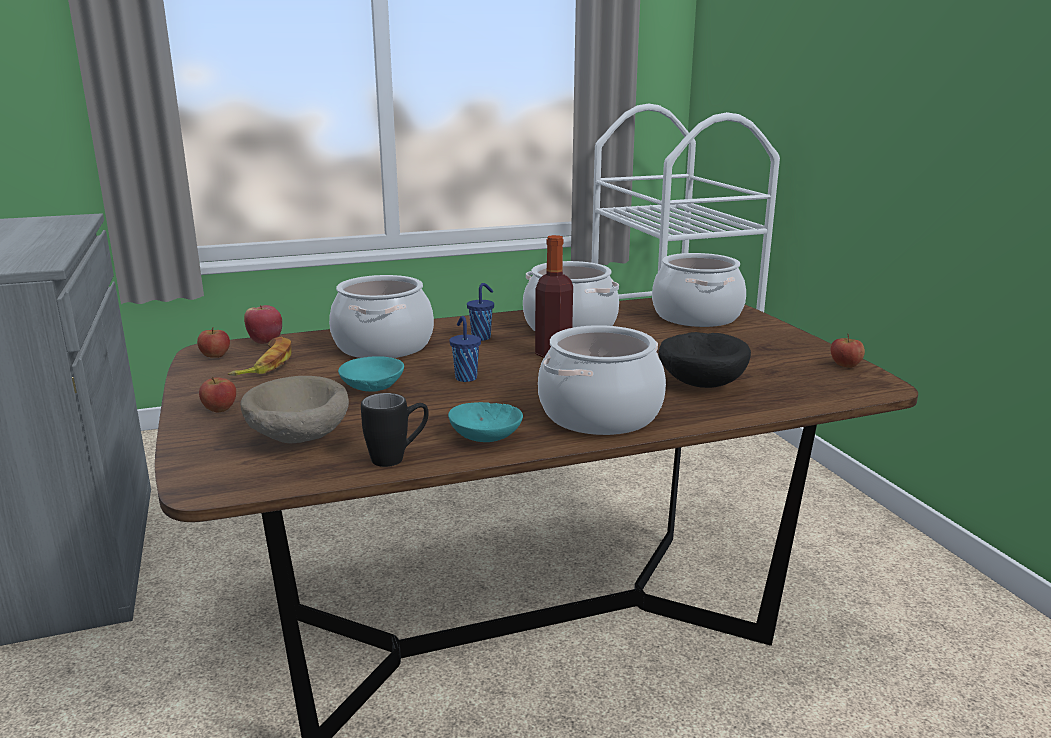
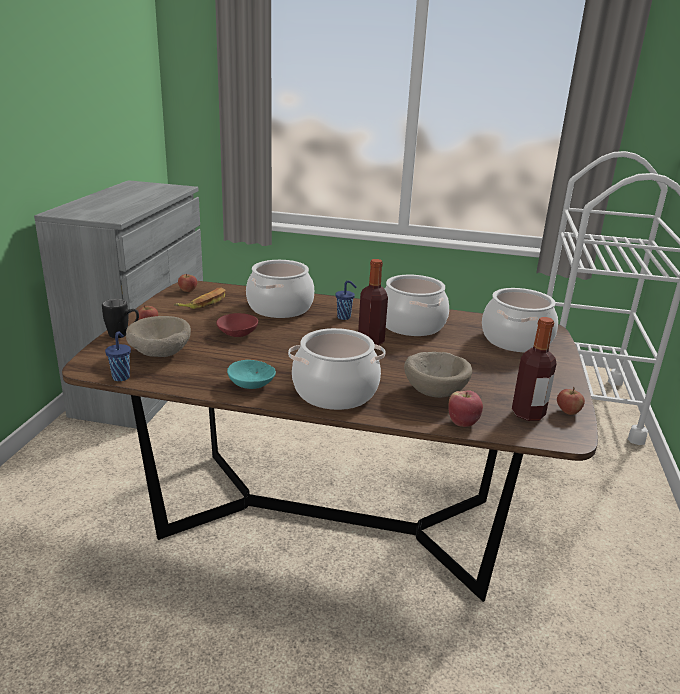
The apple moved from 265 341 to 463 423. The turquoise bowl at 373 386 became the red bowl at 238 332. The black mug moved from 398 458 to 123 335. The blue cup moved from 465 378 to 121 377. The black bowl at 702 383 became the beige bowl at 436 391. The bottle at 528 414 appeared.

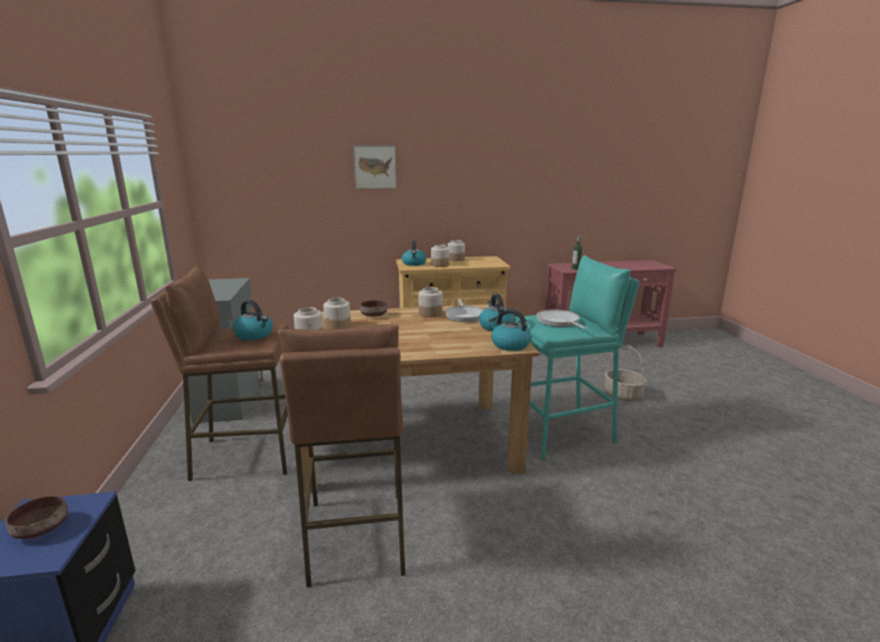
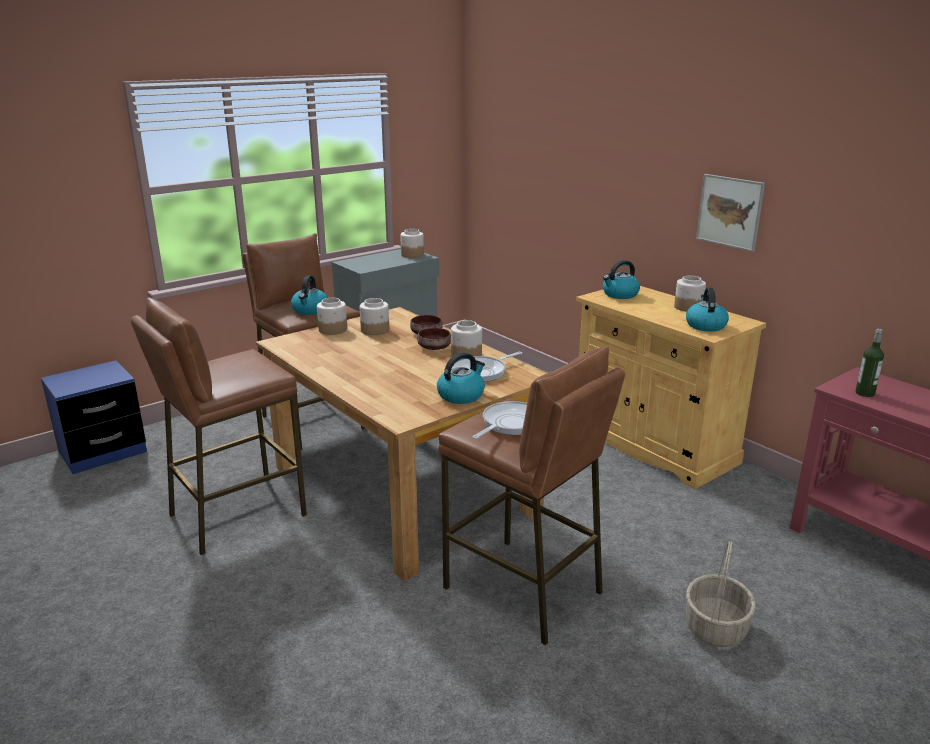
The brown bowl moved from 42 527 to 435 347. The picture moved from 375 167 to 729 212. The jar moved from 439 265 to 412 254. The kettle moved from 509 345 to 705 325. The turquoise stool at 562 433 became the brown stool at 523 590.

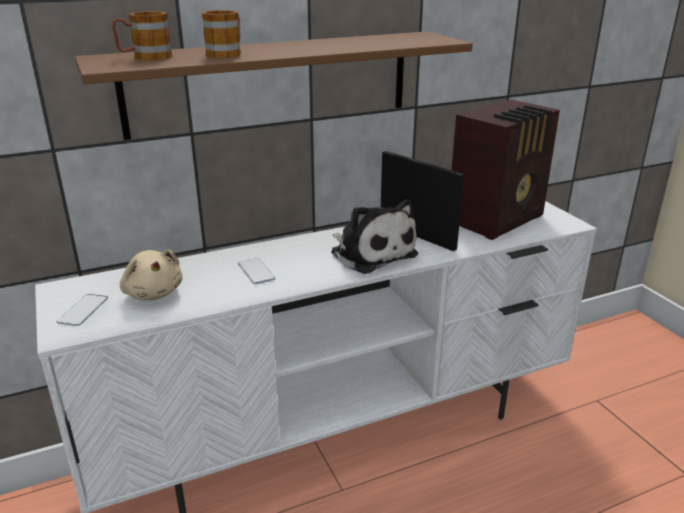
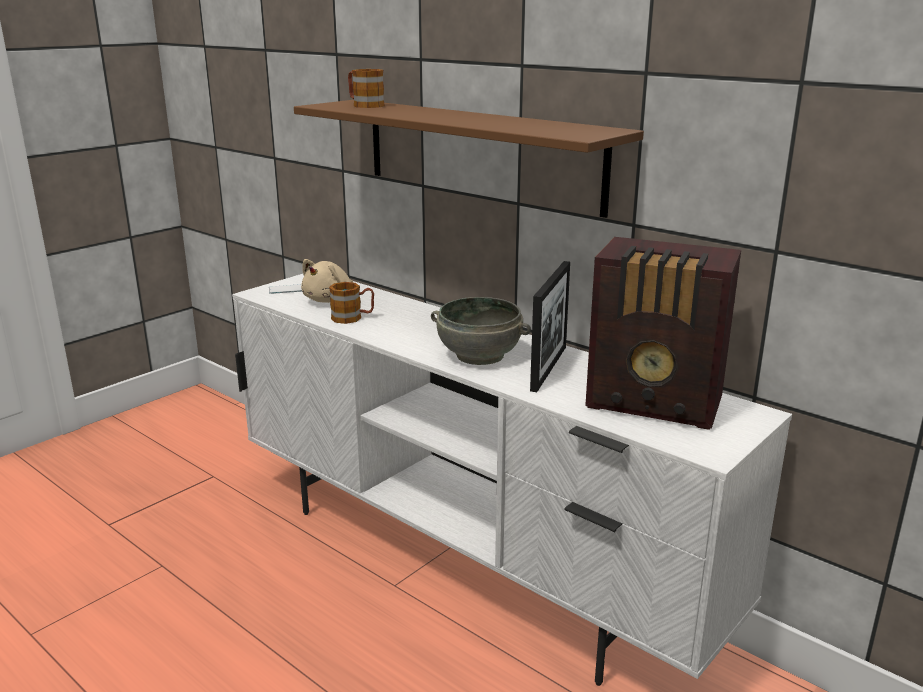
The mug moved from 227 53 to 353 318. The phone at 256 271 disappeared. The plush toy at 371 253 was replaced by the grey bowl at 480 355.

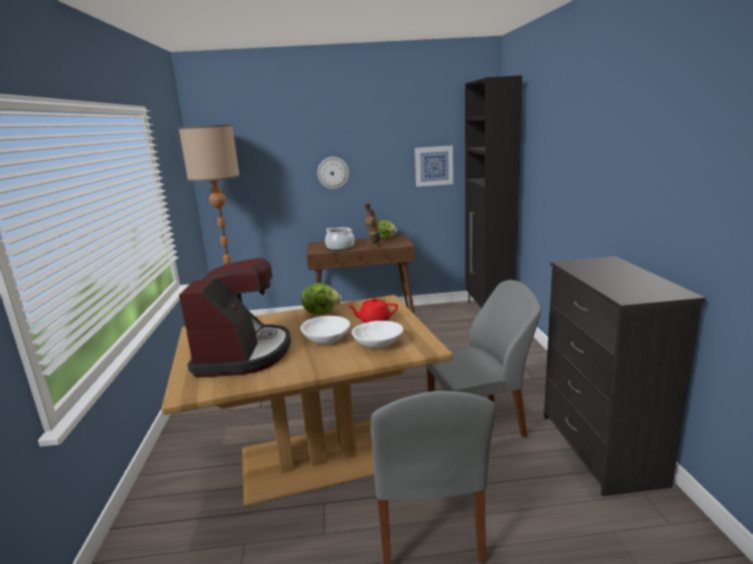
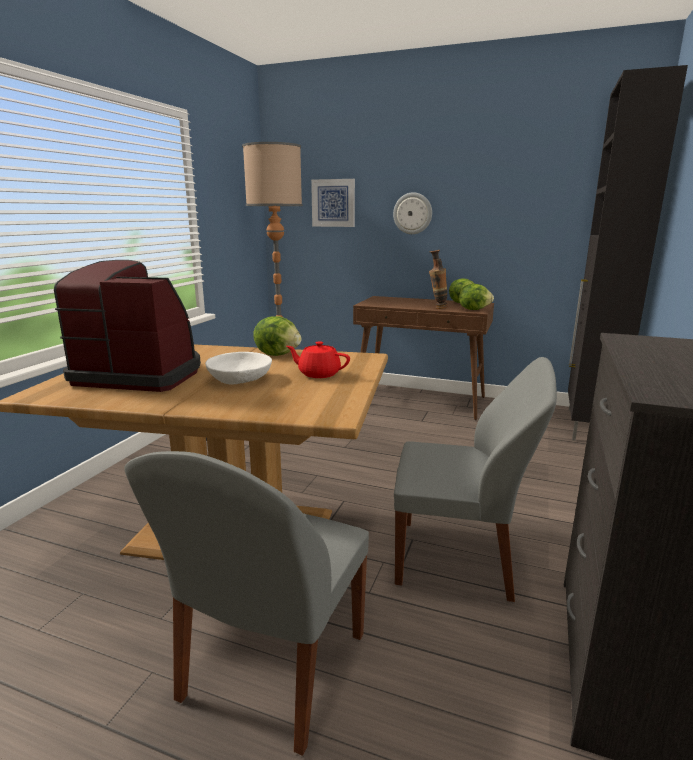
The coffee machine at 243 354 turned 105 degrees counterclockwise. The cooking pot at 340 247 disappeared. The white bowl at 378 343 disappeared. The picture moved from 433 166 to 333 203. The lettuce at 474 309 appeared.

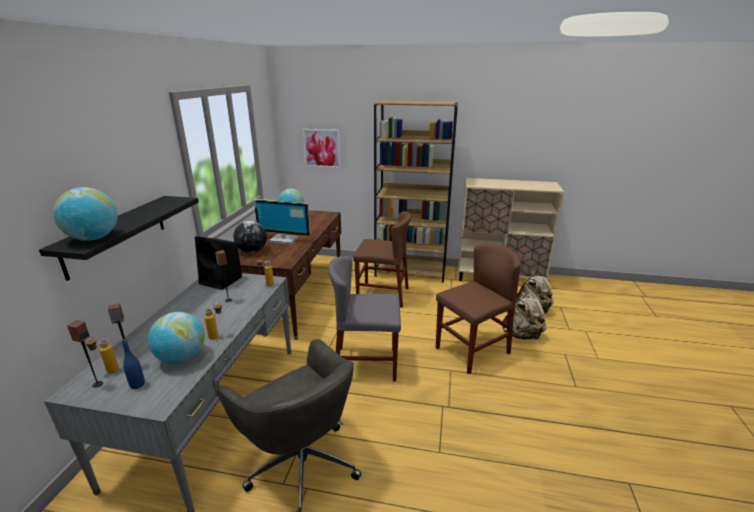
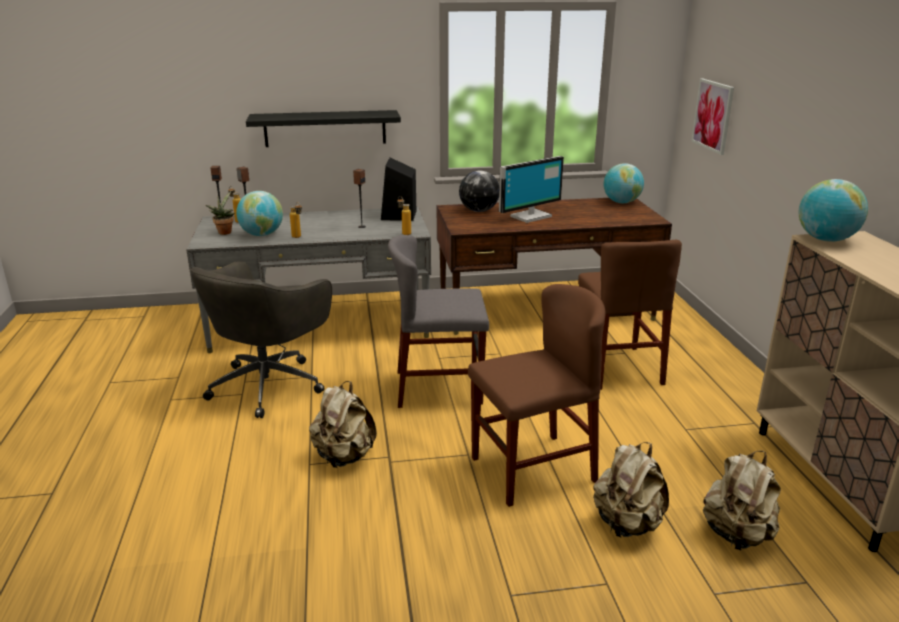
The globe moved from 94 238 to 826 239. The blue bottle at 137 384 was replaced by the potted plant at 224 232. The monitor at 284 239 turned 120 degrees counterclockwise. The grey chair at 366 364 turned 75 degrees counterclockwise. The brown bookcase at 411 271 disappeared. The brown chair at 472 350 turned 60 degrees counterclockwise. The beige backpack at 344 457 appeared.

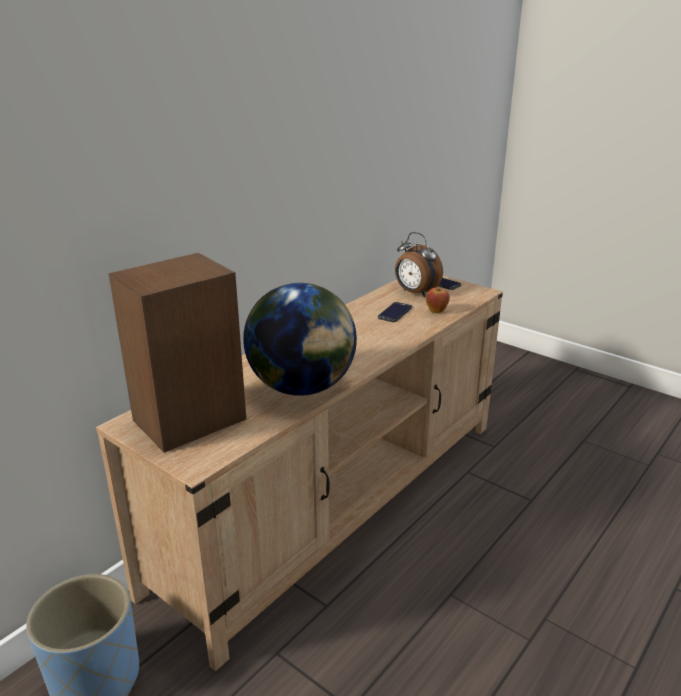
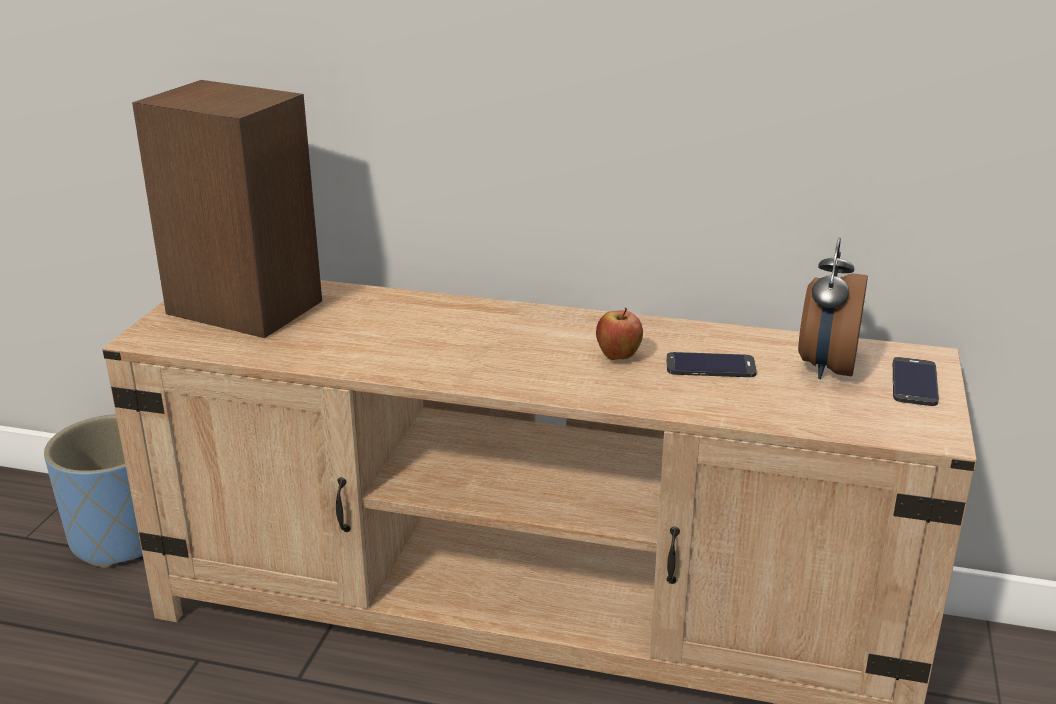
The globe at 302 387 disappeared. The apple moved from 436 311 to 618 358.

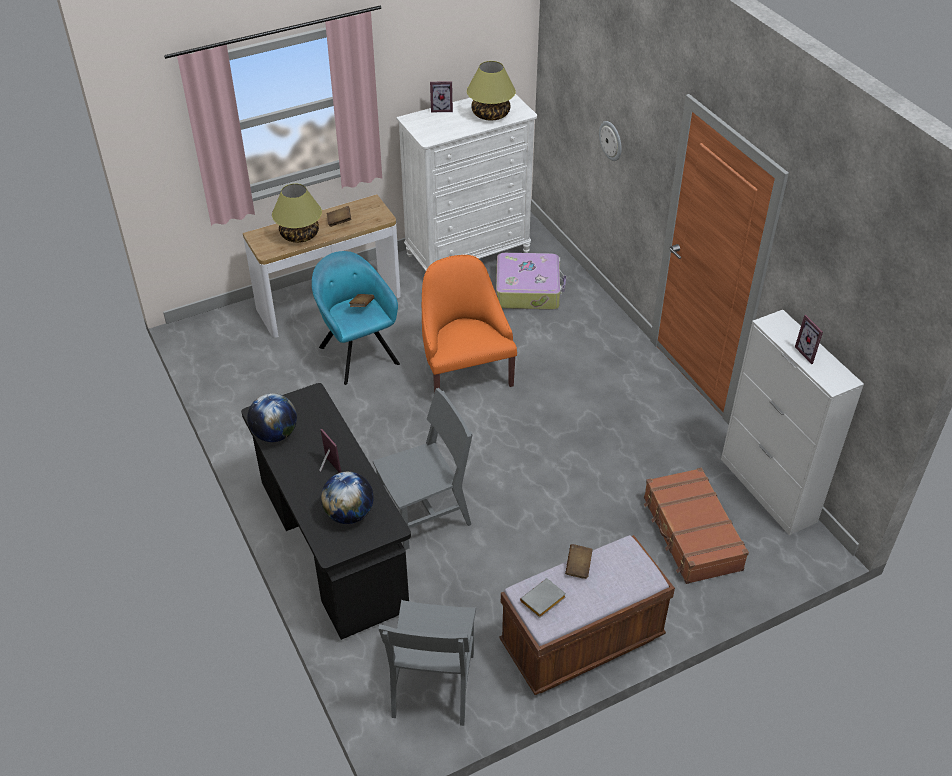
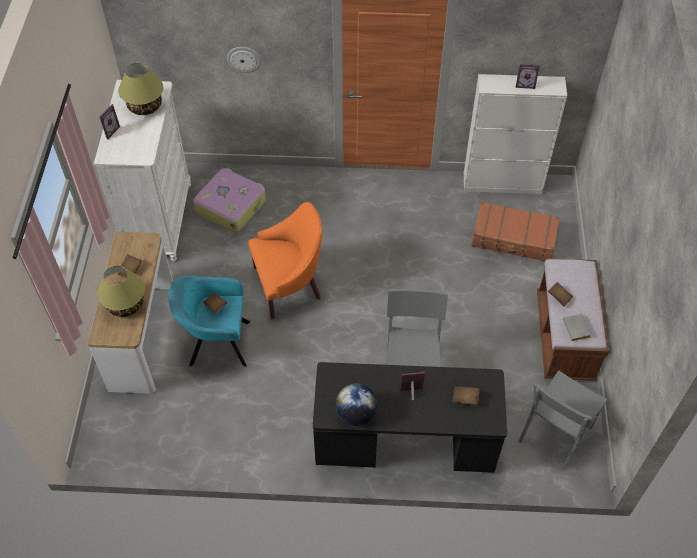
The globe at 349 514 was replaced by the brown book at 465 399. The grey chair at 433 684 turned 90 degrees clockwise. The orange armchair at 464 373 turned 150 degrees clockwise.

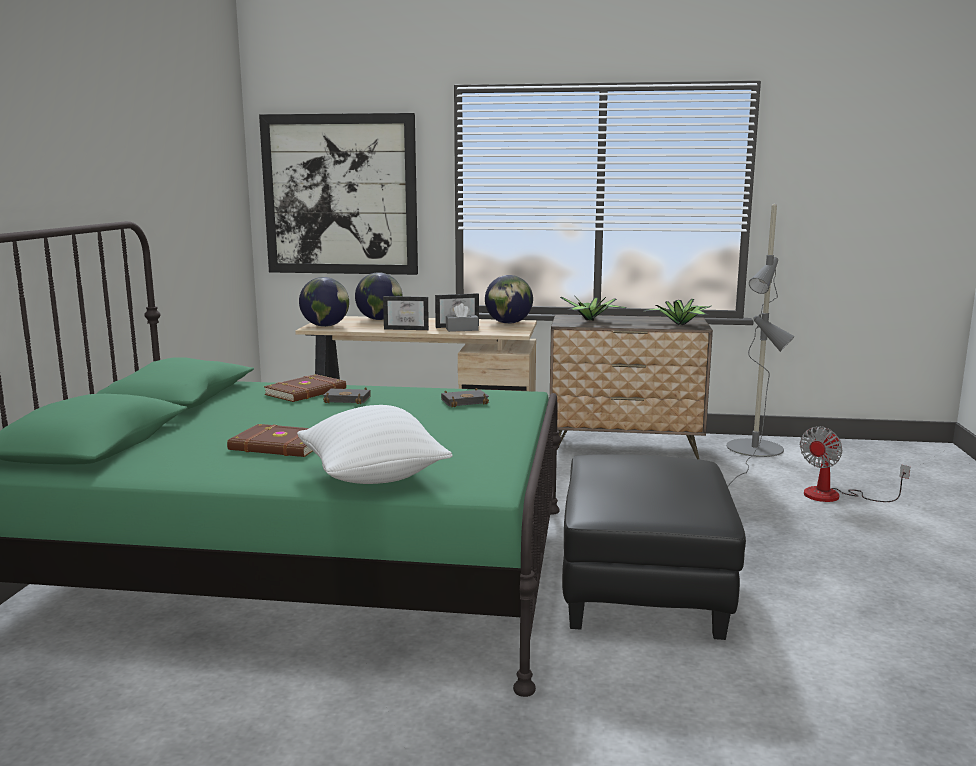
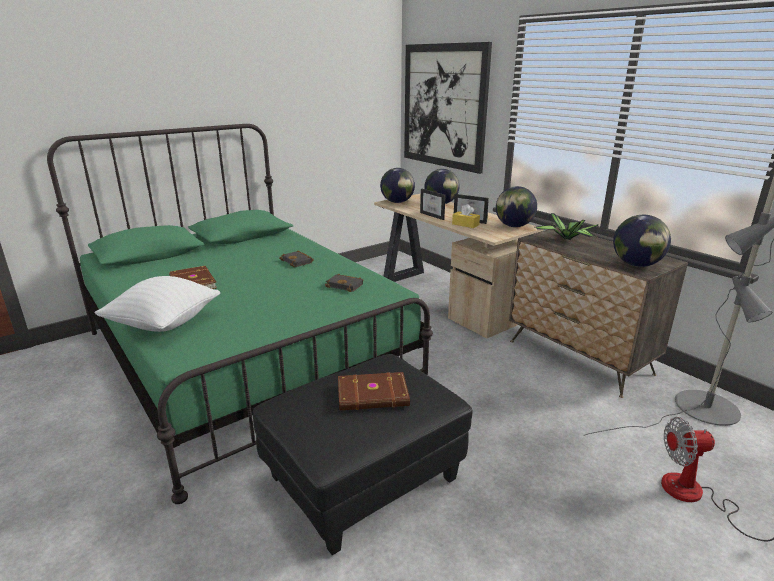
The brown book moved from 307 392 to 373 395. The grey tissue box at 462 329 became the yellow tissue box at 465 224. The potted plant at 681 324 was replaced by the globe at 636 265.

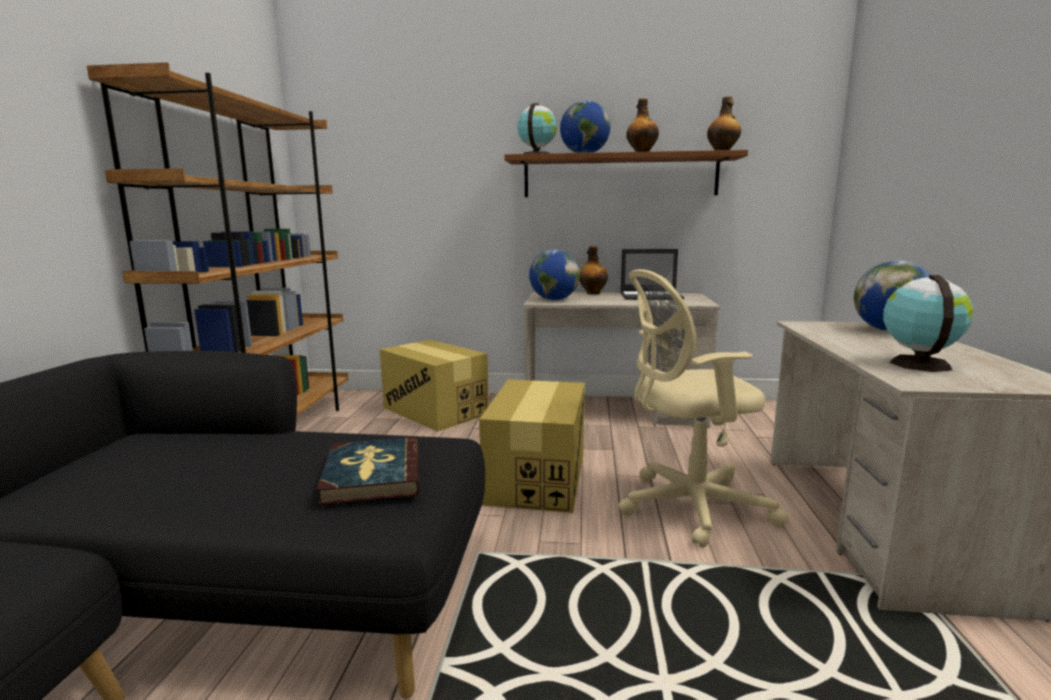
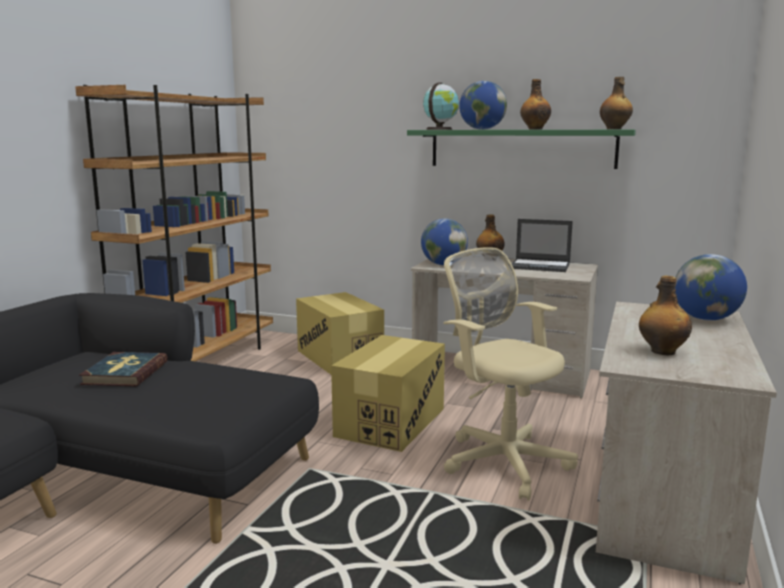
The book moved from 371 475 to 125 373. The brown shelf at 620 176 became the green shelf at 521 148. The beige office chair at 687 507 turned 45 degrees clockwise. The globe at 918 364 was replaced by the bottle at 662 351.

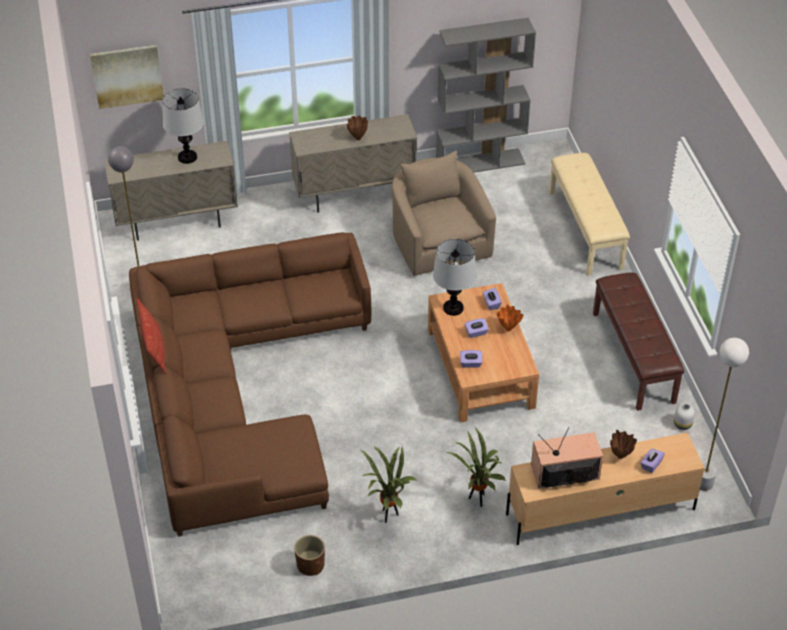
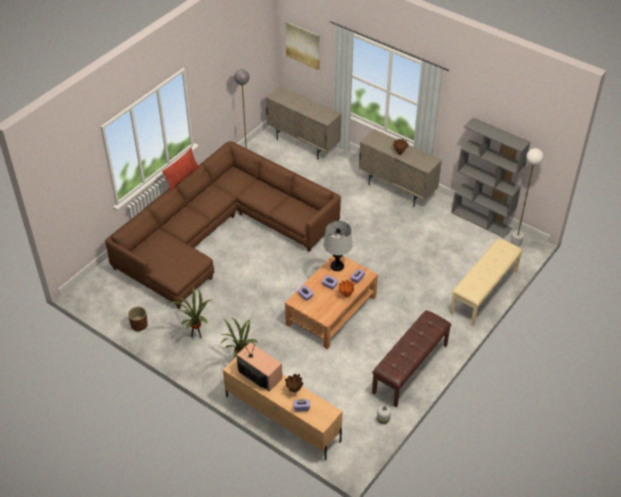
The table lamp at 187 157 disappeared. The beige armchair at 438 241 disappeared. The white floor lamp moved from 703 483 to 516 242.

